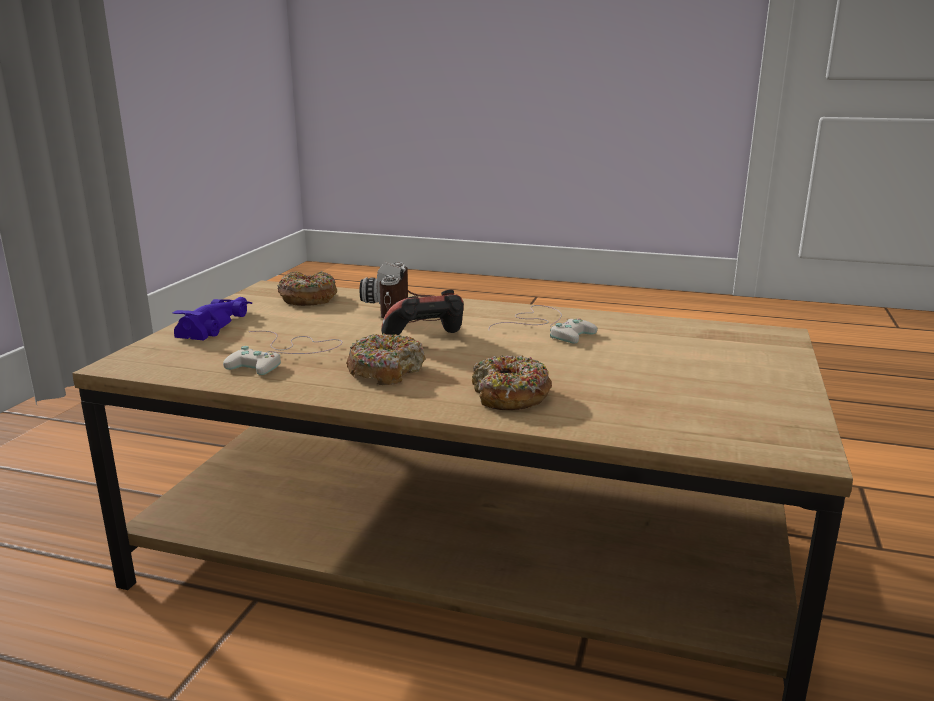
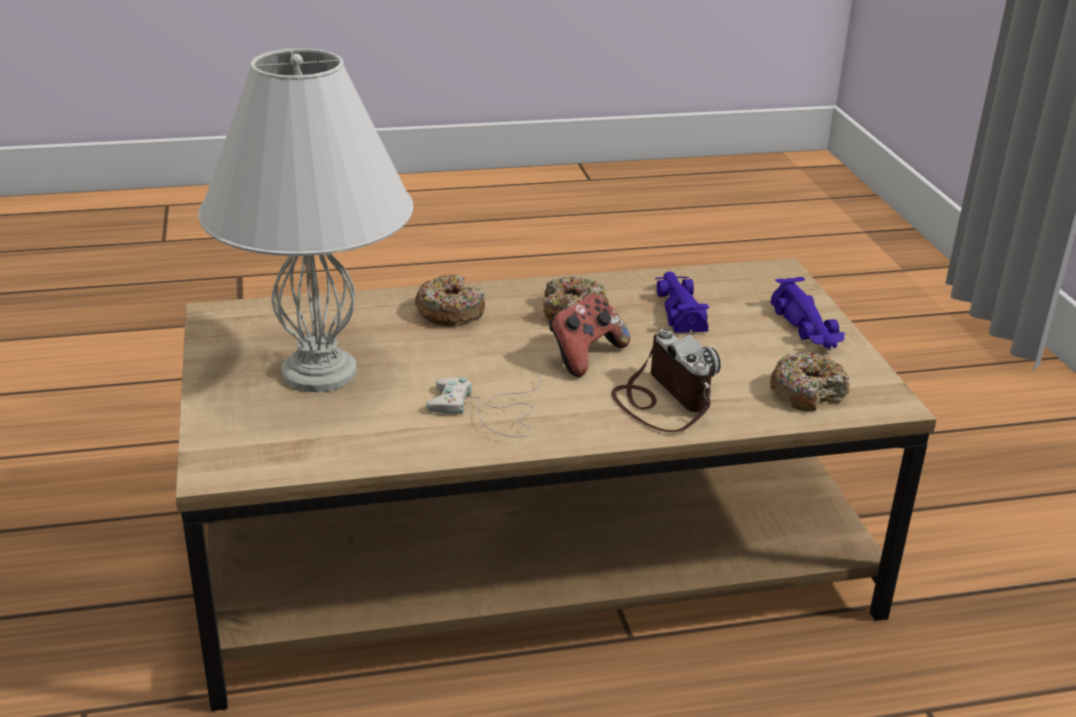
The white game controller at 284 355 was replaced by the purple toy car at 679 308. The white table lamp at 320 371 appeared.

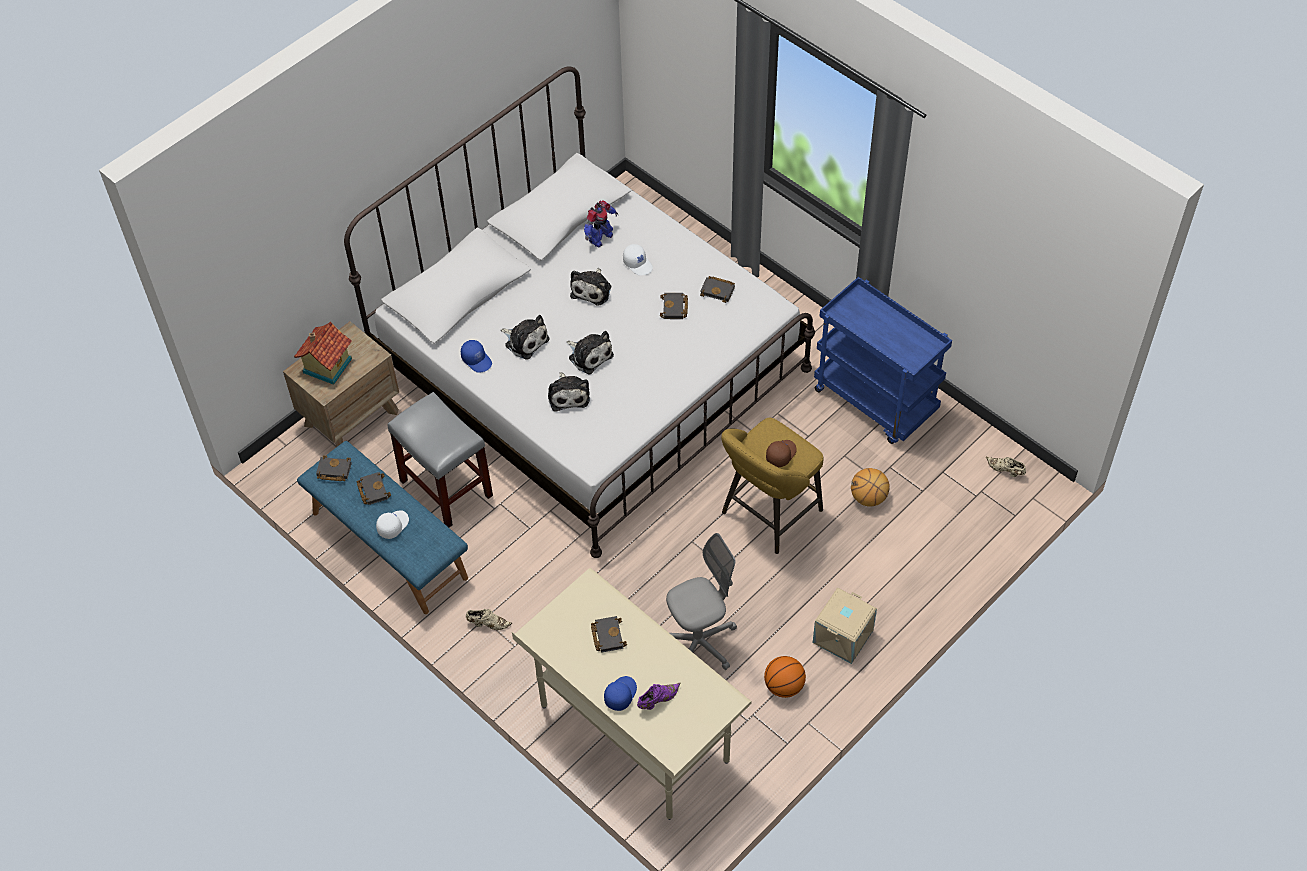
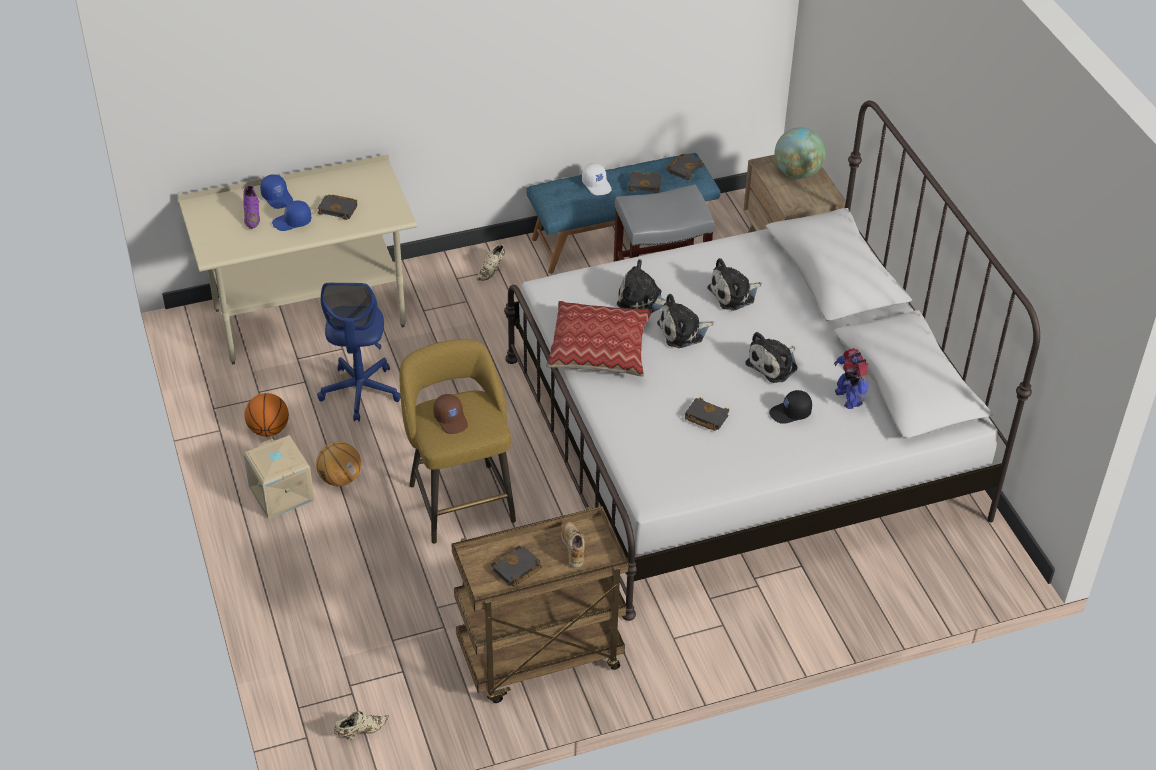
The toy house at 326 365 was replaced by the globe at 797 173. The blue cap moved from 477 360 to 292 222. The plush toy at 592 289 turned 90 degrees counterclockwise. The white cap at 638 263 became the black cap at 790 413. The grey office chair at 699 643 became the blue office chair at 360 392. The black book moved from 718 290 to 516 570. The blue cart at 876 401 became the brown cart at 539 659. The basketball moved from 868 498 to 340 479. The pillow at 600 348 appeared. The beige shoe at 573 548 appeared.

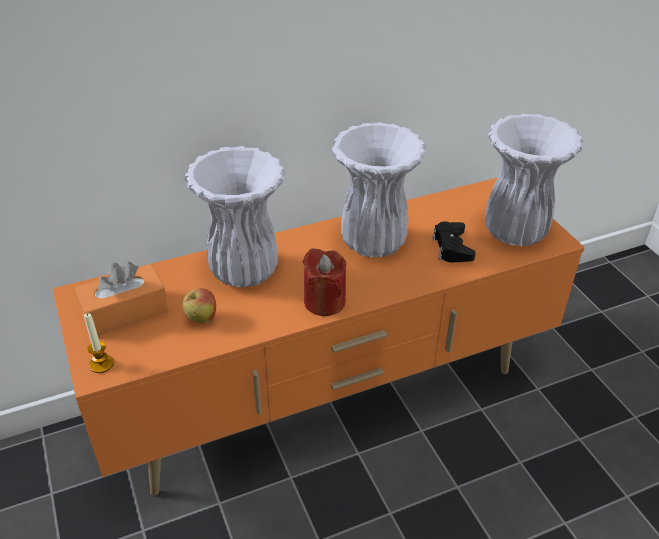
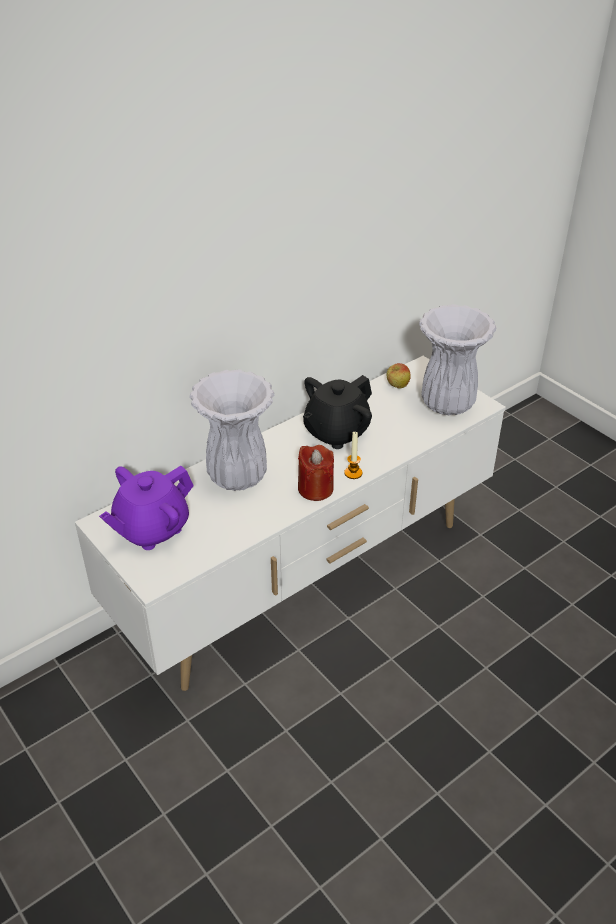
The orange tv stand at 329 399 became the white tv stand at 308 579. The orange tissue box at 125 312 was replaced by the purple teapot at 151 529. The candle moved from 101 364 to 353 473. The apple moved from 201 319 to 397 386. The white vase at 373 243 was replaced by the black teapot at 336 433. The black game controller at 452 247 disappeared.

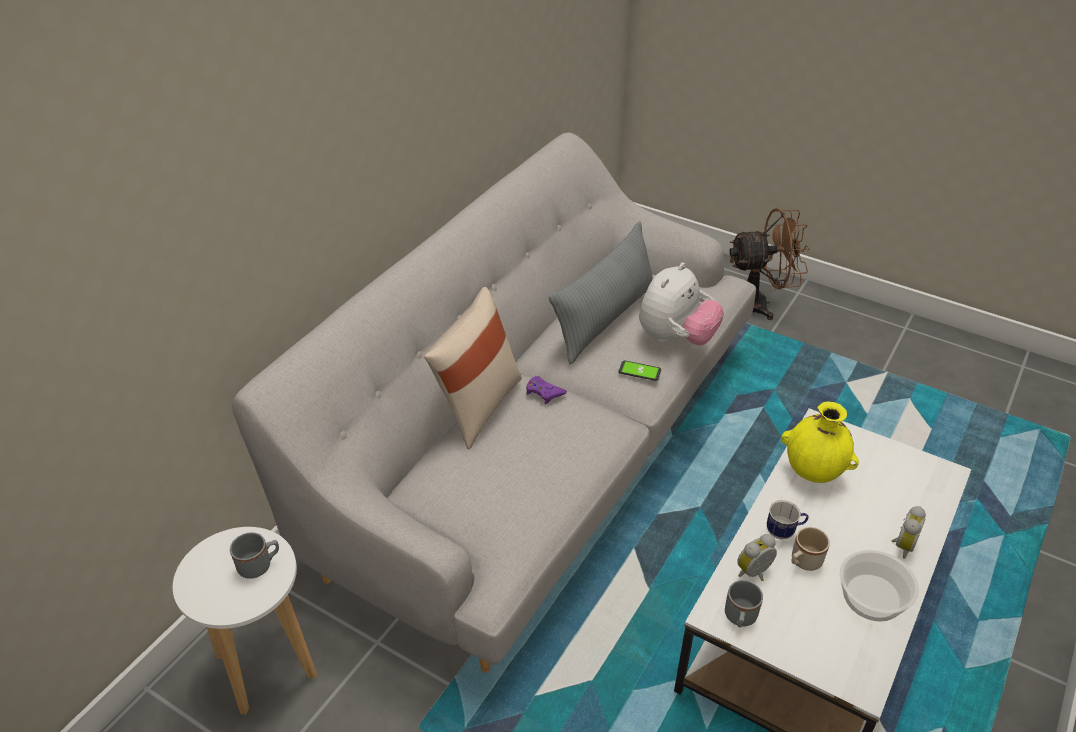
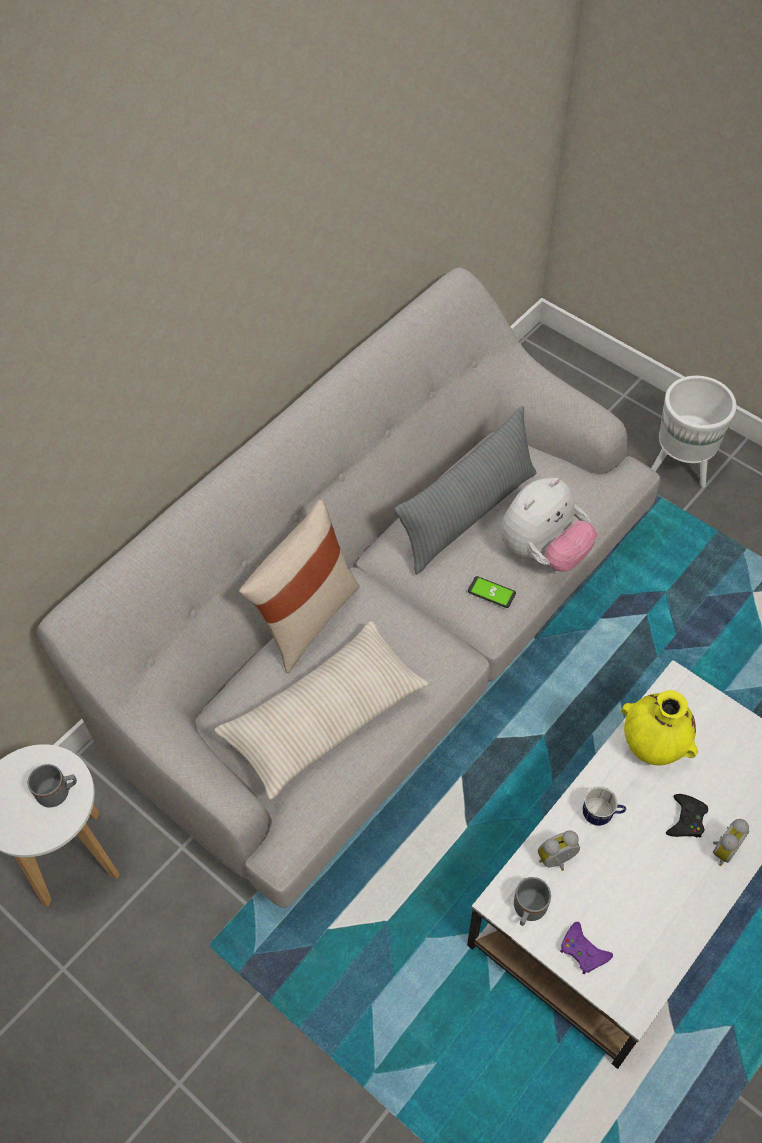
The purple game controller moved from 544 392 to 583 951. The brown fan at 759 303 was replaced by the white planter at 679 467. The beige mug at 803 562 disappeared. The bowl at 872 597 disappeared. The beige pillow at 324 717 appeared. The black game controller at 686 819 appeared.

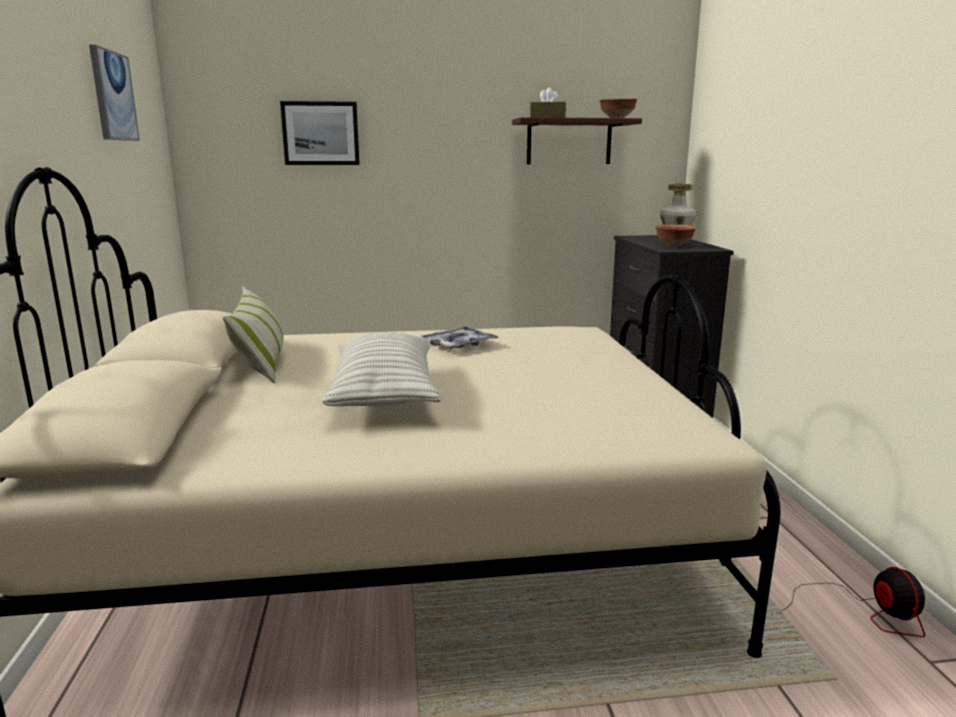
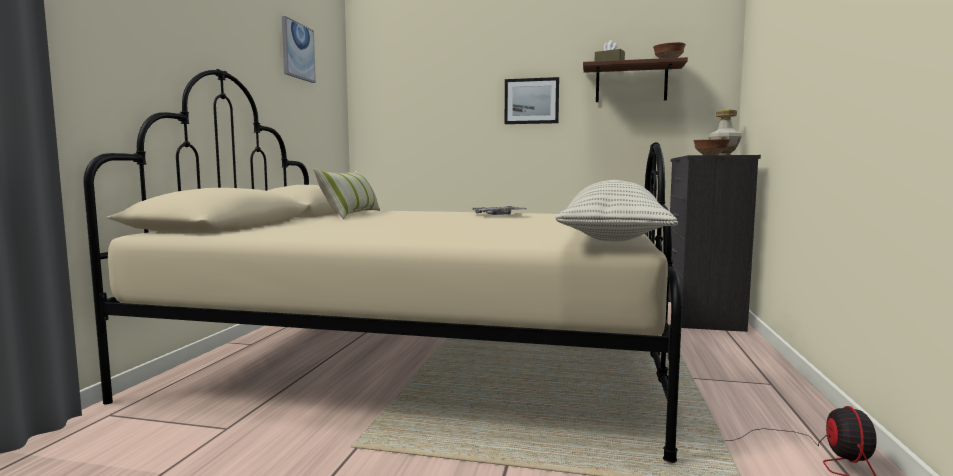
The picture moved from 321 133 to 531 101. The pillow moved from 384 395 to 612 239.

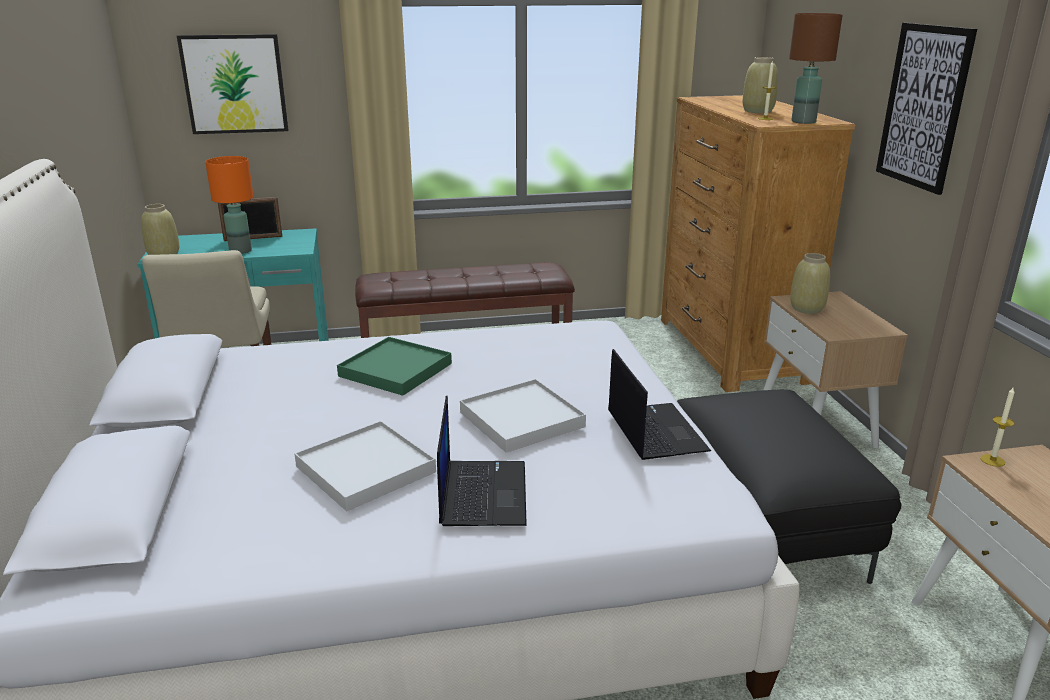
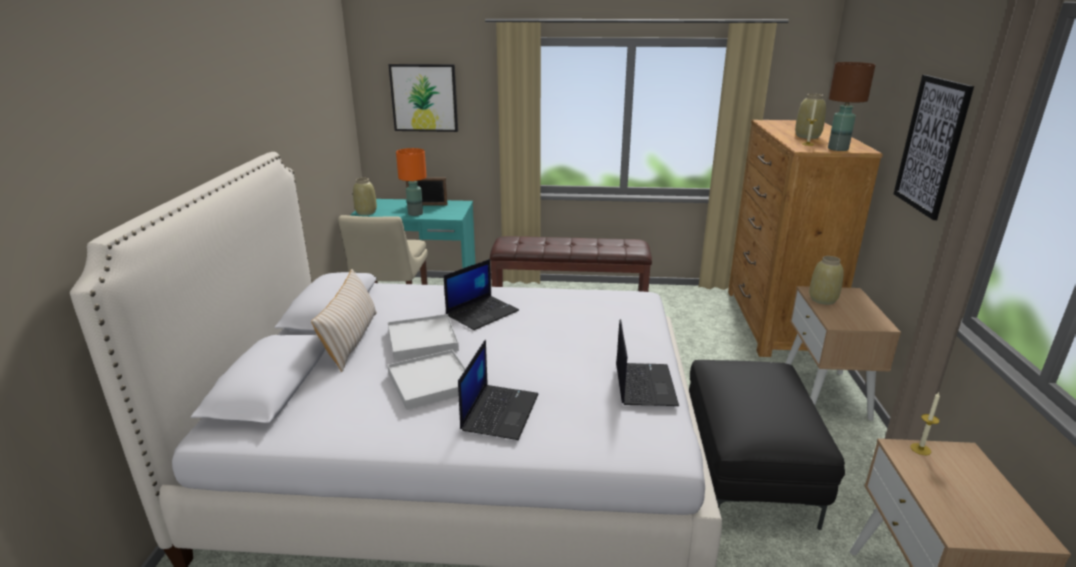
The green tray at 395 370 was replaced by the laptop at 482 313. The white tray moved from 521 419 to 422 340. The beige pillow at 351 340 appeared.

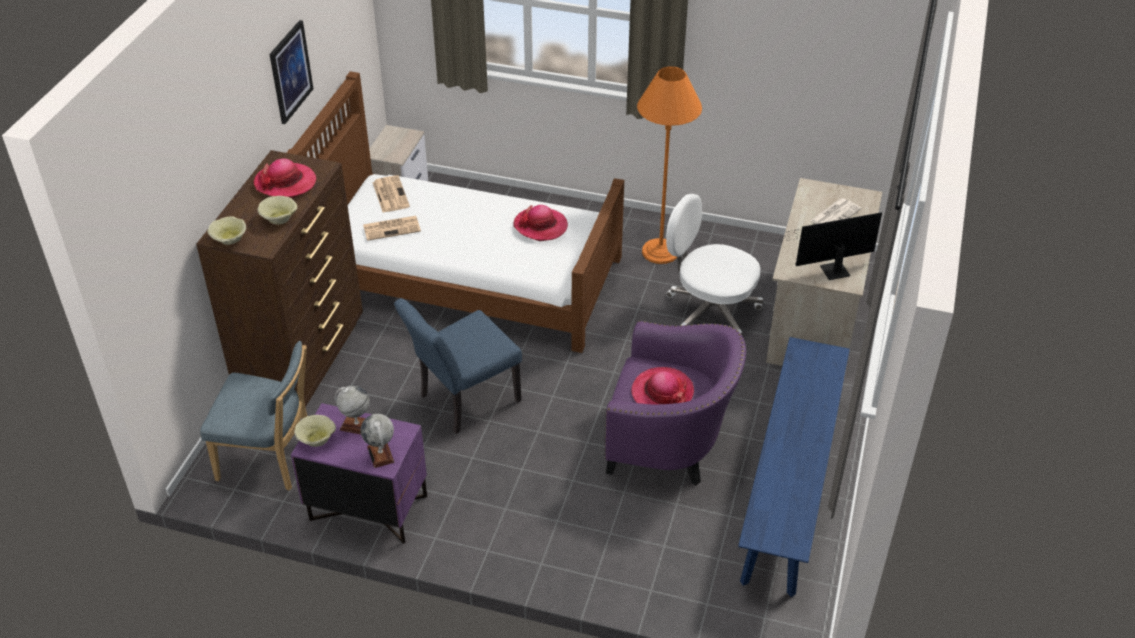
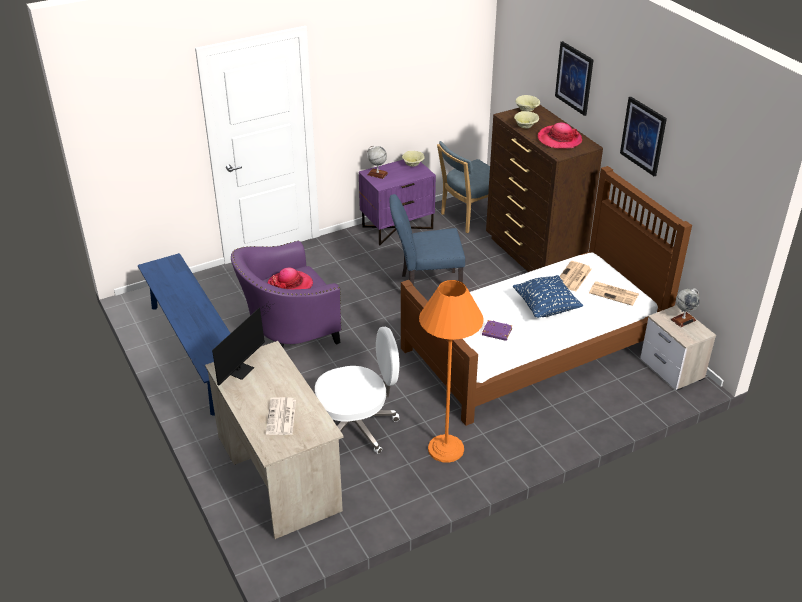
The globe moved from 356 425 to 683 320. The blue chair at 463 401 turned 105 degrees counterclockwise. The hat at 540 226 was replaced by the purple book at 496 332. The blue pillow at 546 308 appeared. The picture at 574 78 appeared.

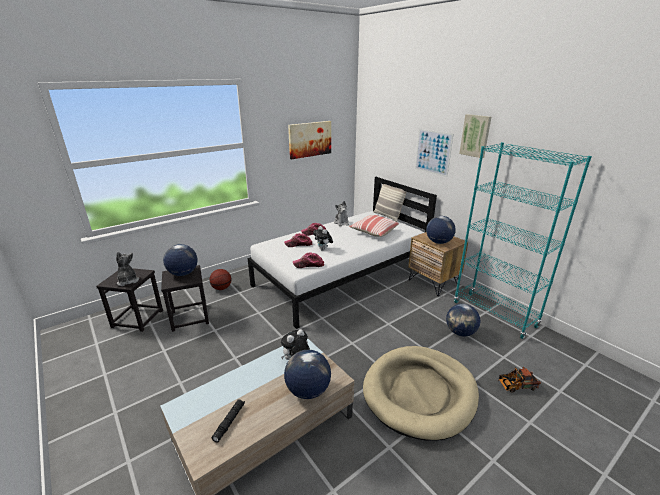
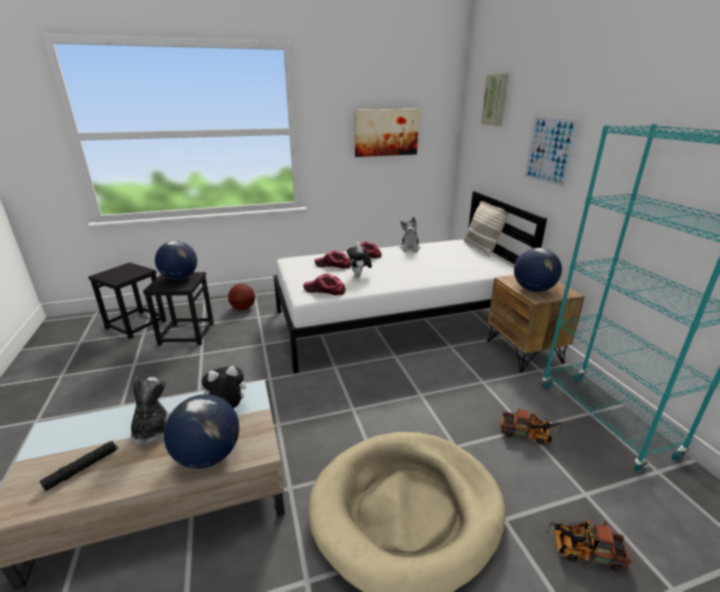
The plush toy moved from 128 281 to 152 431. The pillow at 373 232 disappeared. The globe at 460 332 was replaced by the toy truck at 528 434. The picture moved from 475 135 to 495 100.

